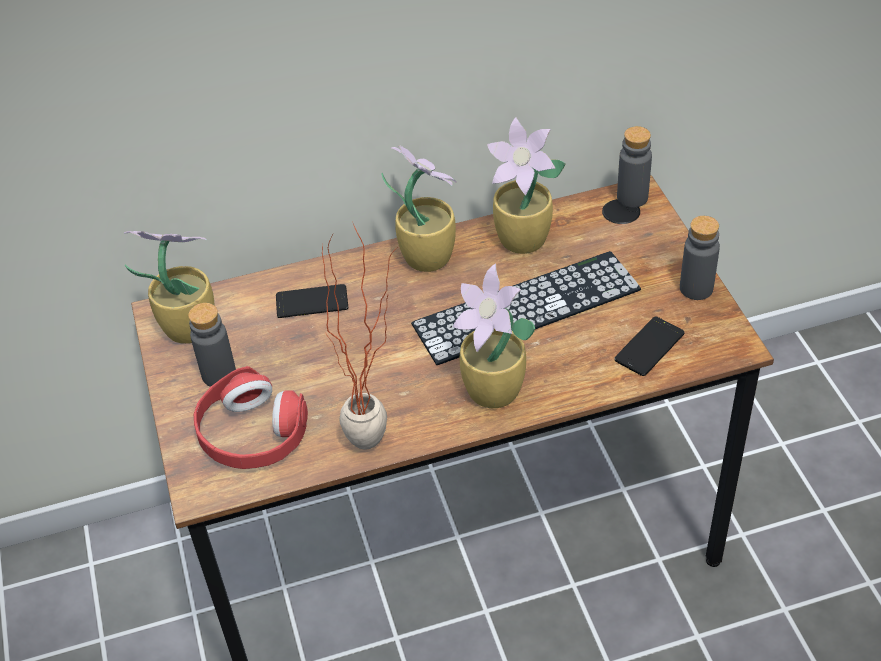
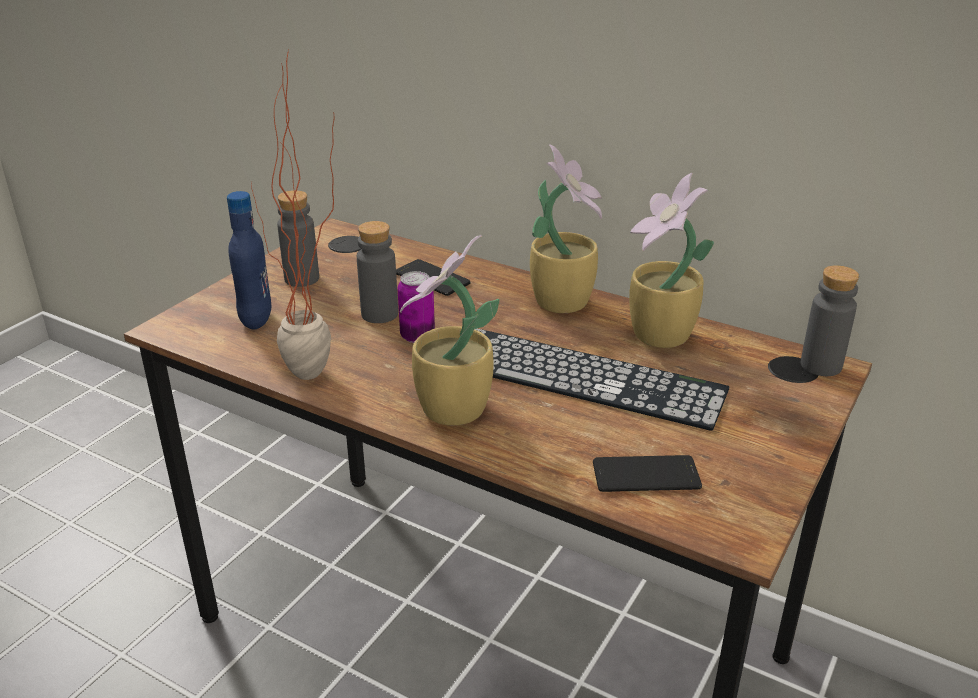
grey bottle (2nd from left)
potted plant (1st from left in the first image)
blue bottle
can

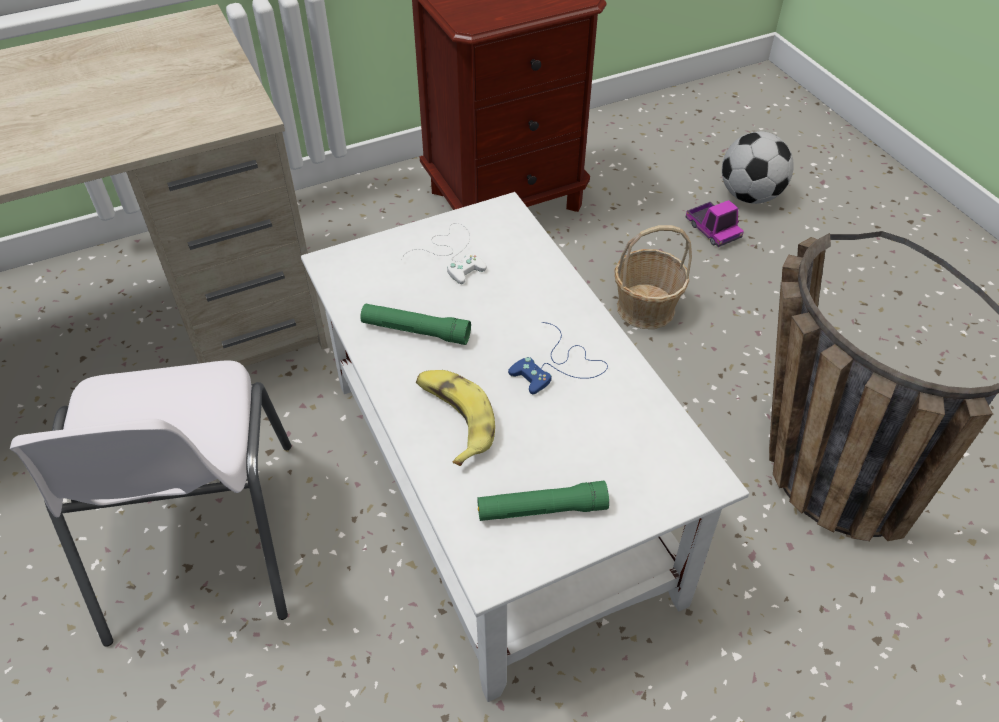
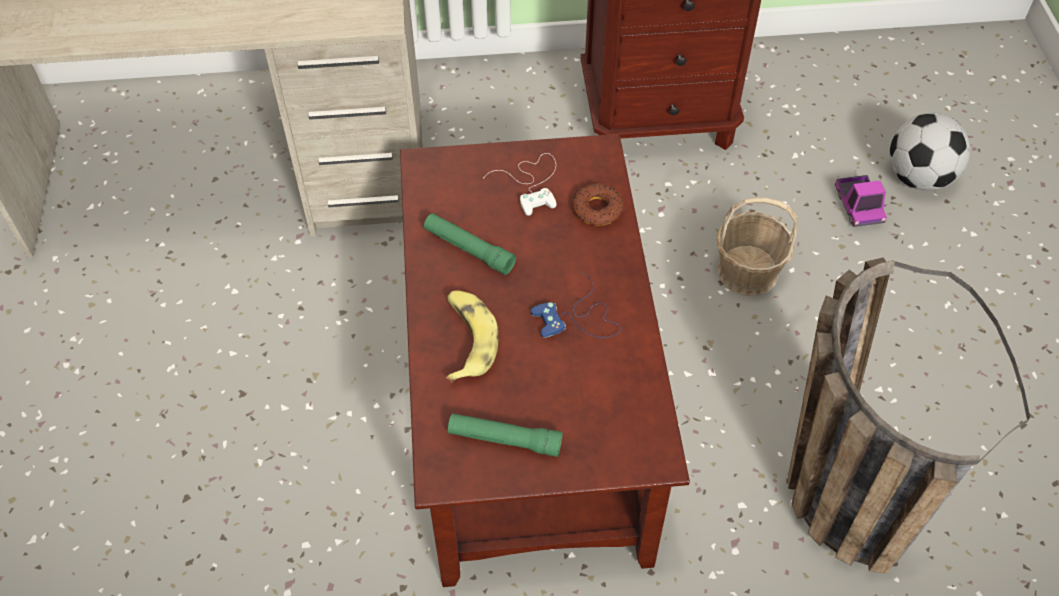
brown coffee table
white chair
donut

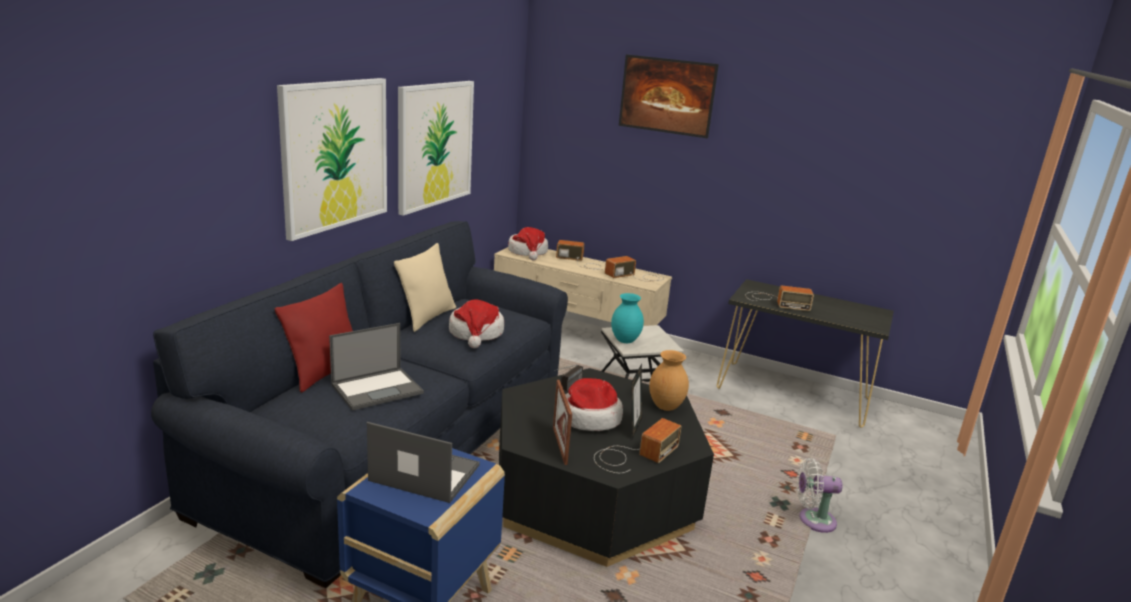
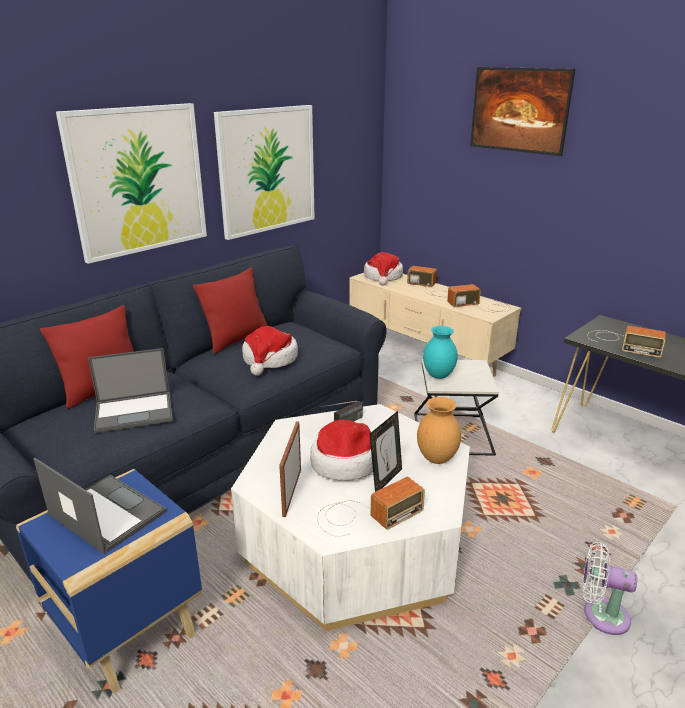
red pillow (2nd from left)
white coffee table

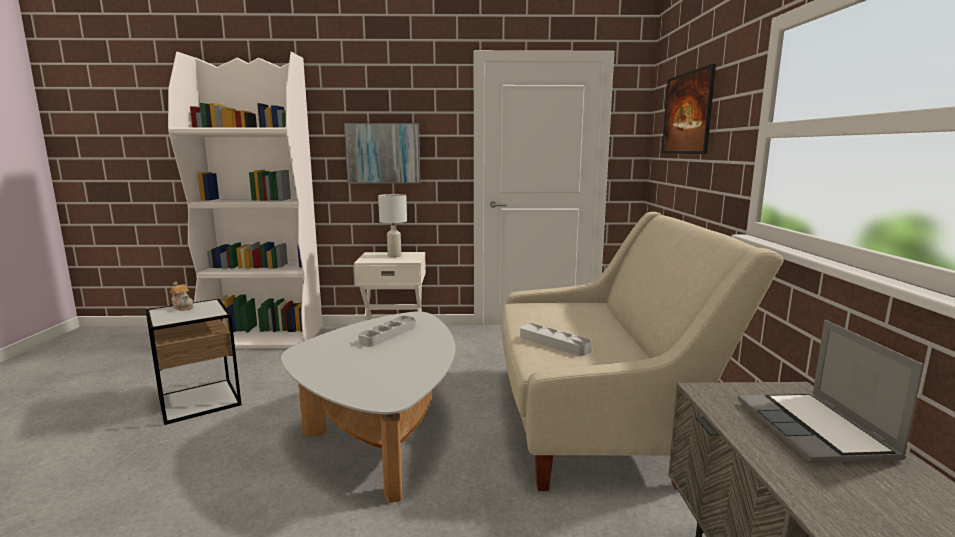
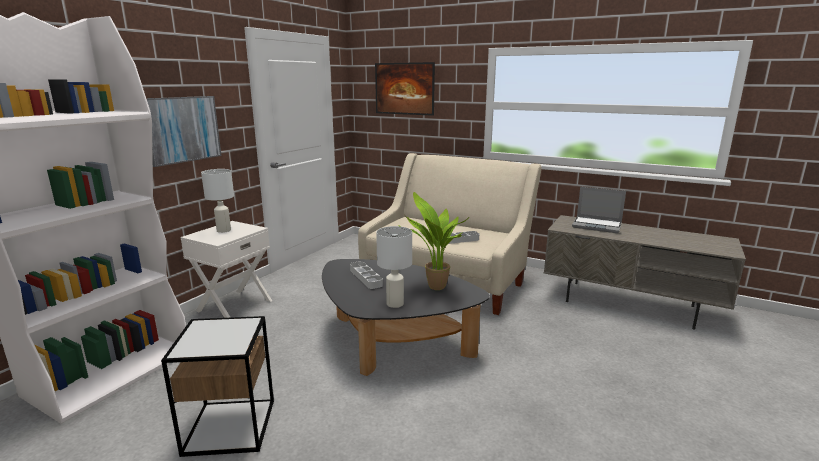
teapot
black coffee table
potted plant
white table lamp (2nd from left)

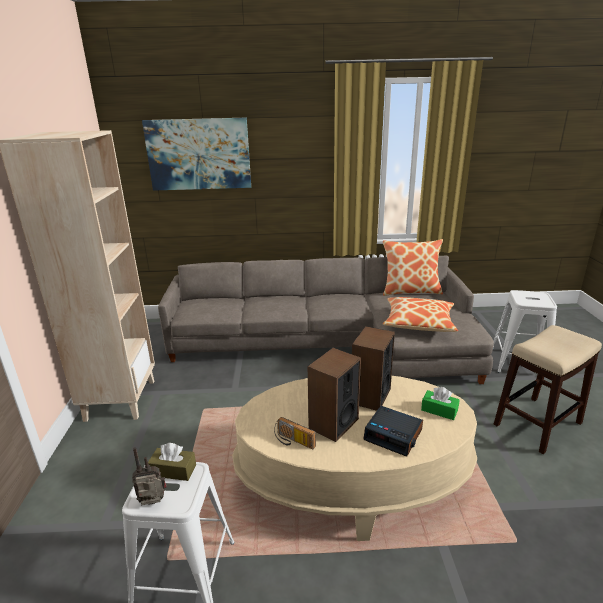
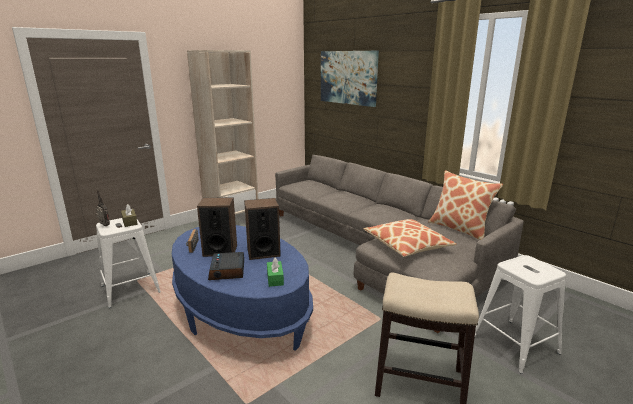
blue coffee table

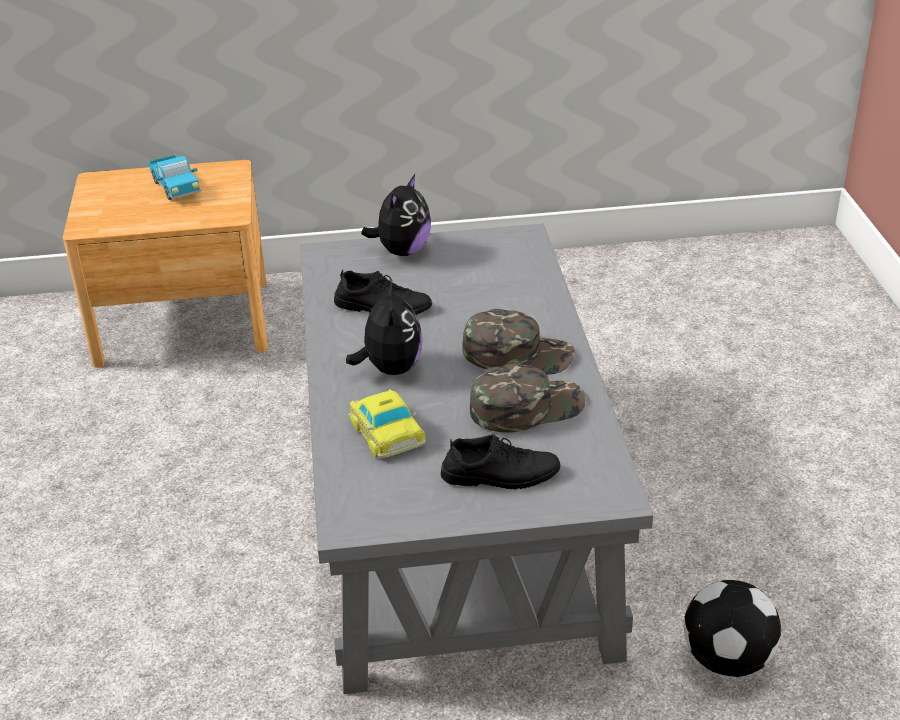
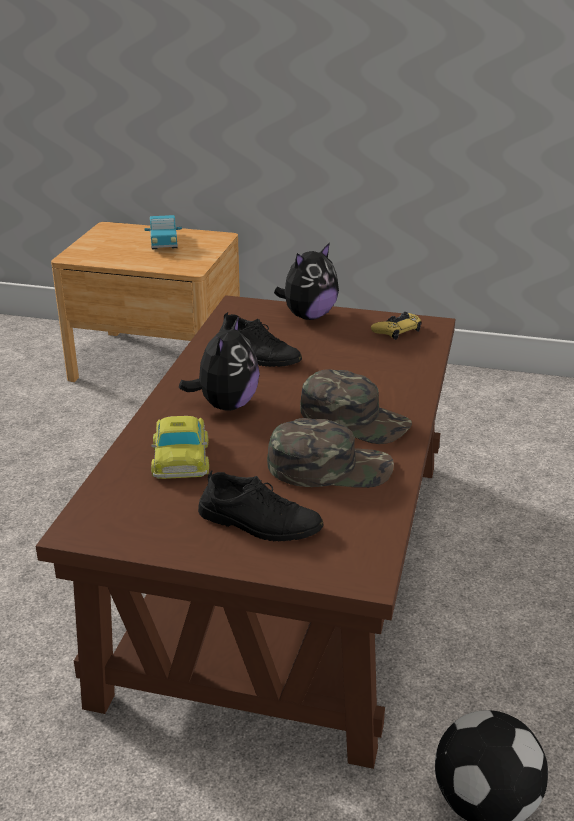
brown coffee table
yellow game controller

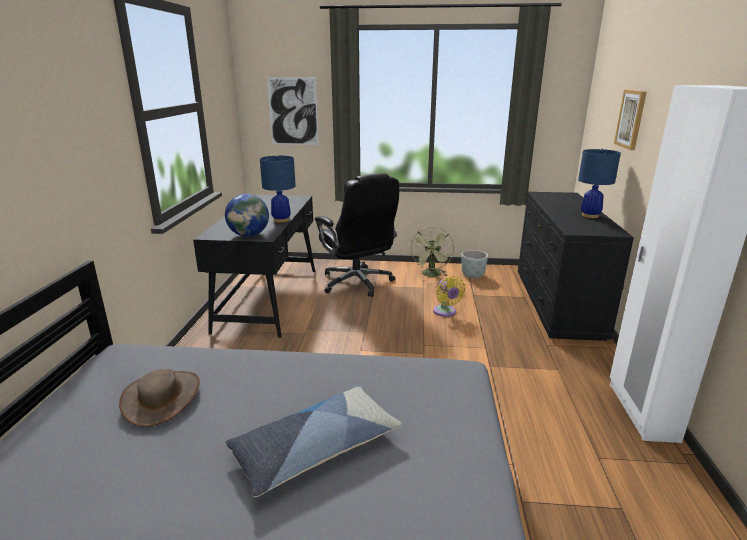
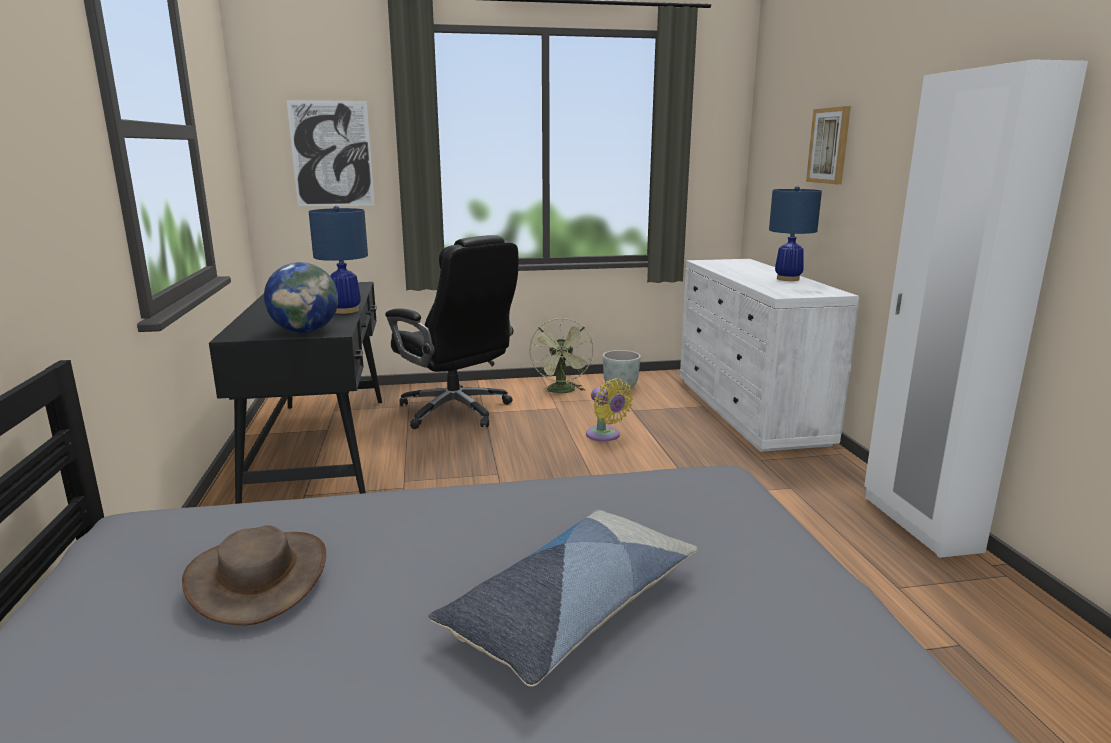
white dresser

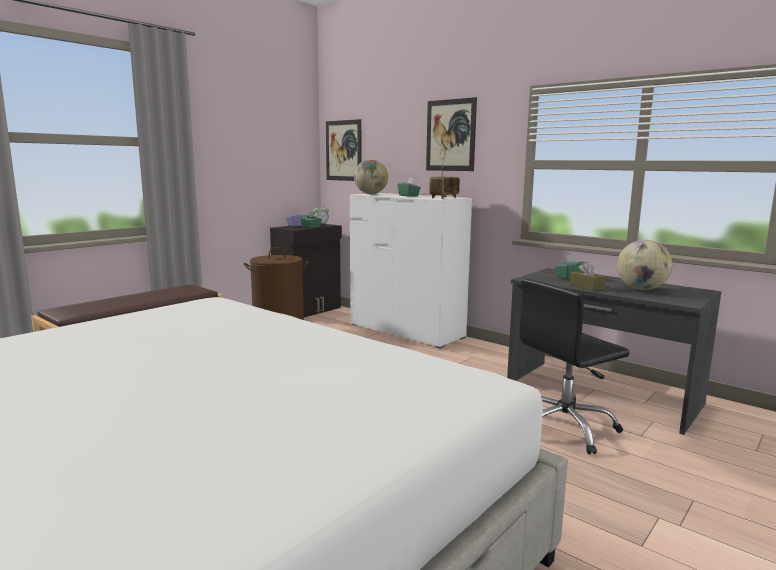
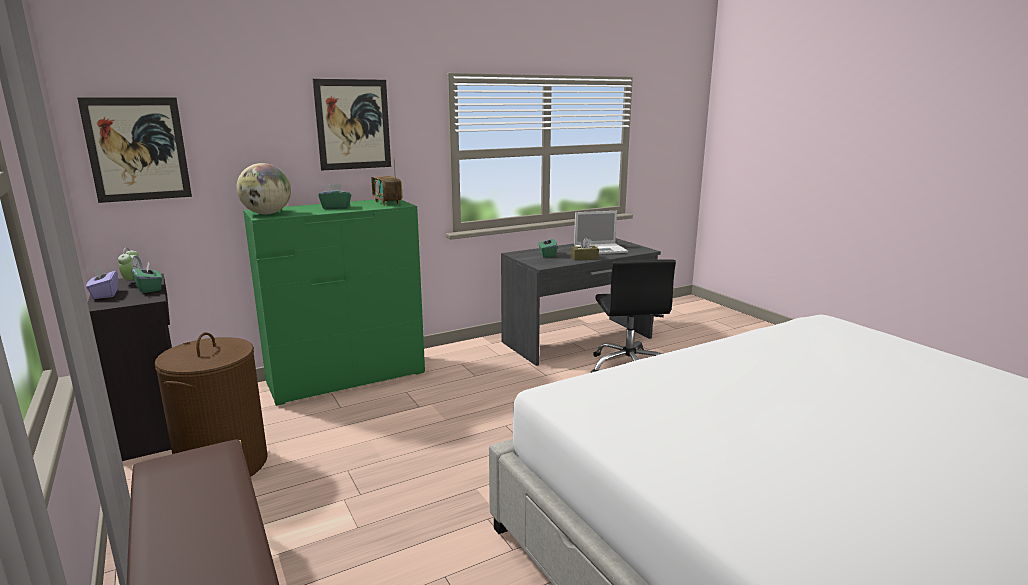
green dresser
laptop

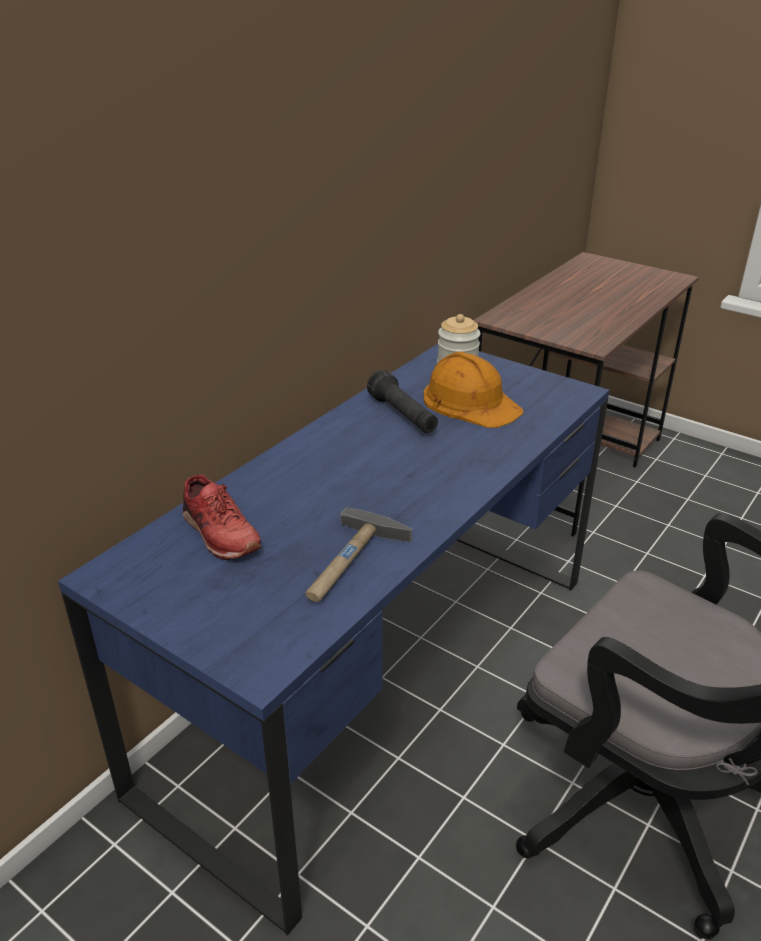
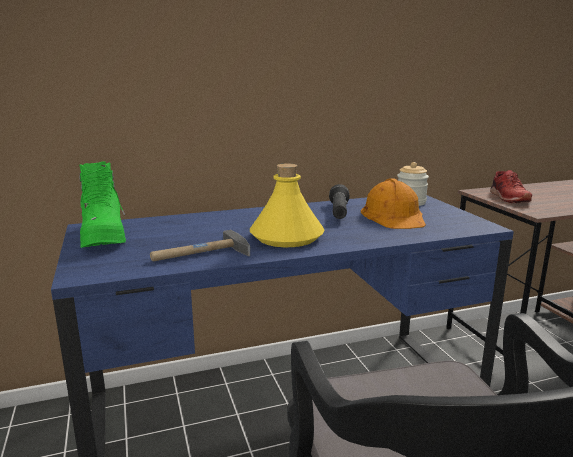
red shoe
green boot
yellow bottle

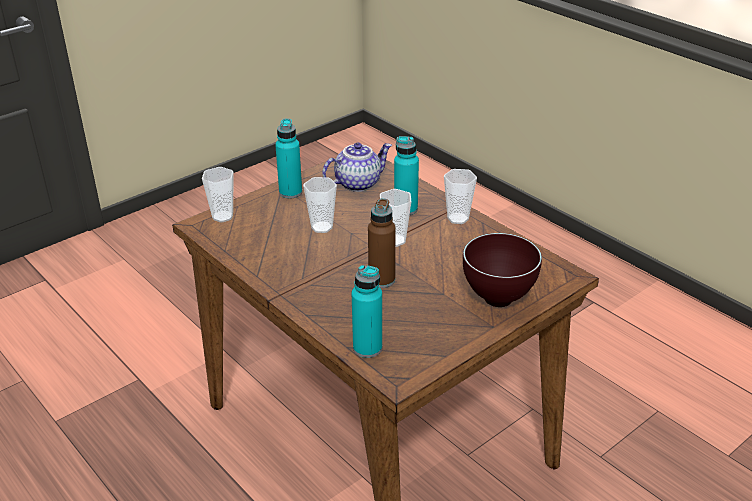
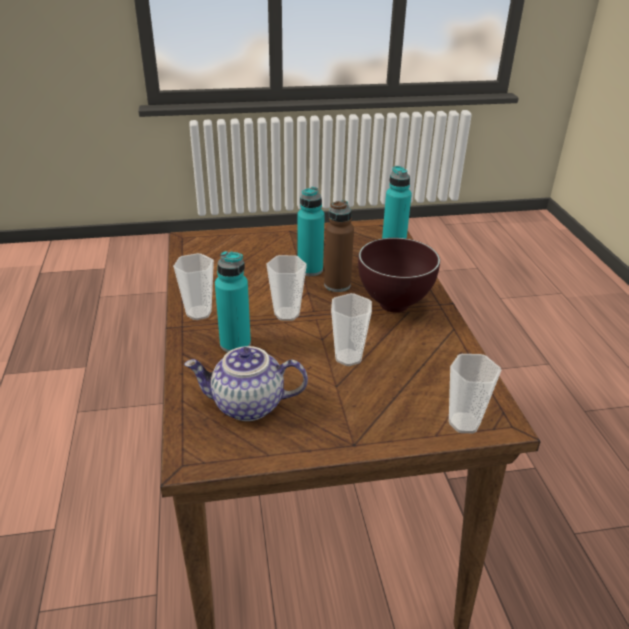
turquoise bottle (2nd from left)
brown bowl

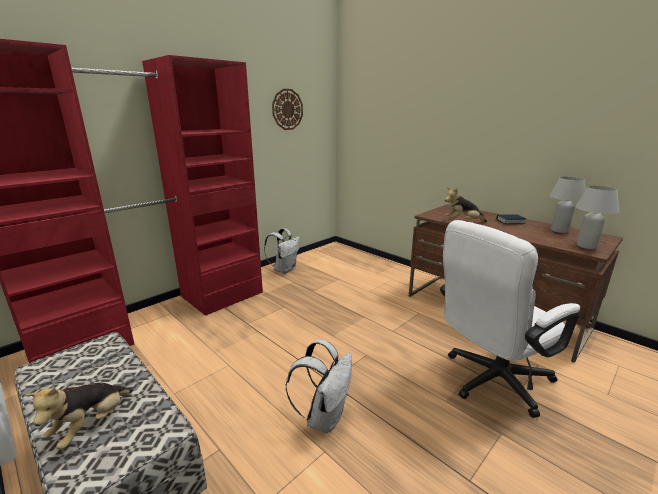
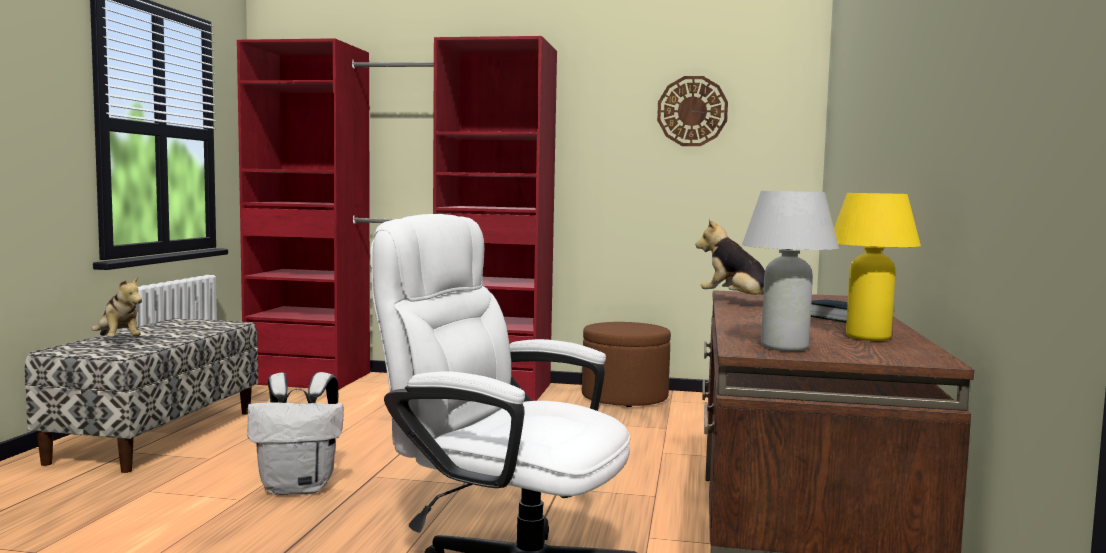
yellow table lamp
brown ottoman
plush toy (1st from left)

